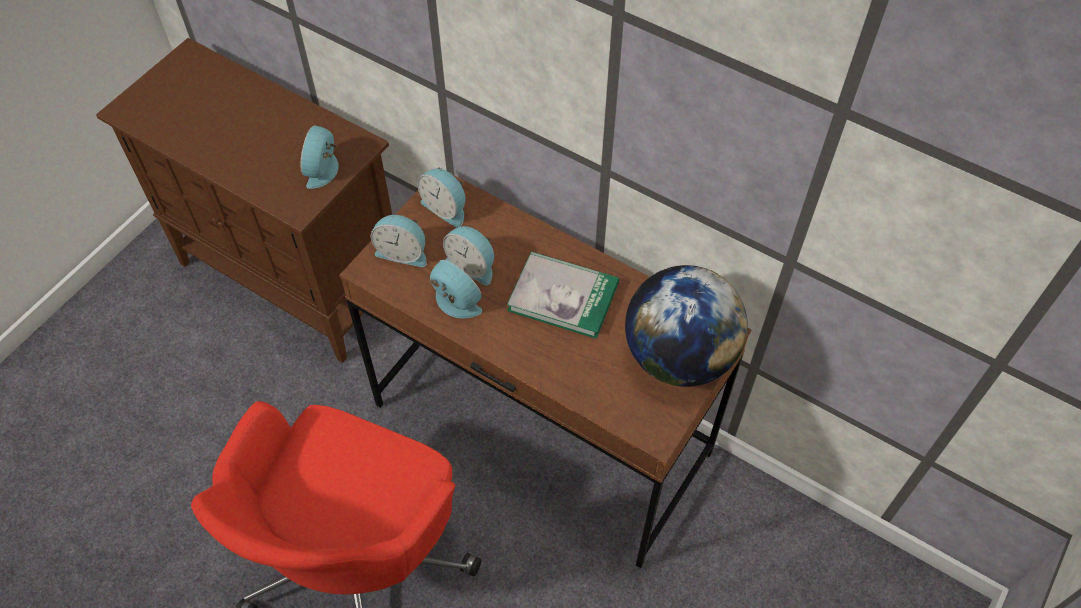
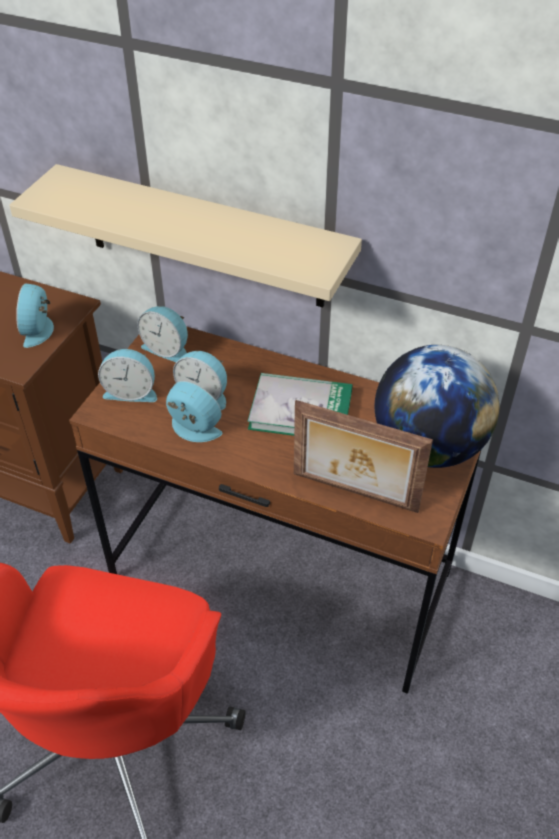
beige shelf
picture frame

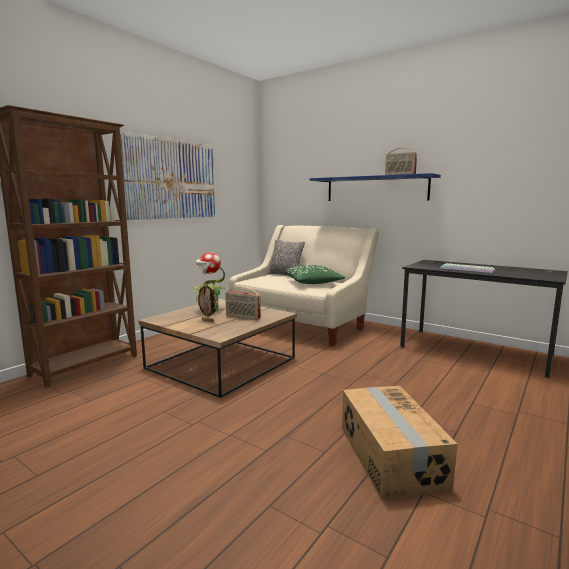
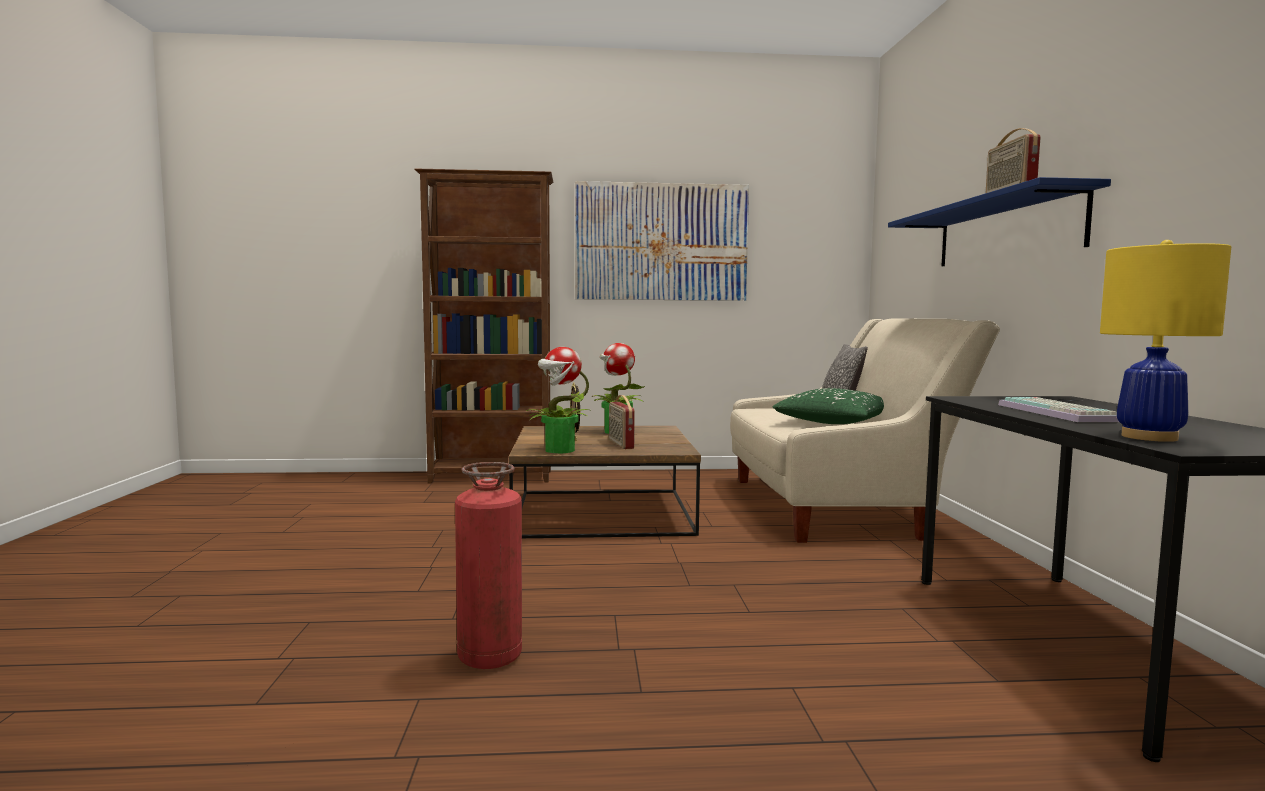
fire extinguisher
yellow table lamp
potted plant (1st from left)

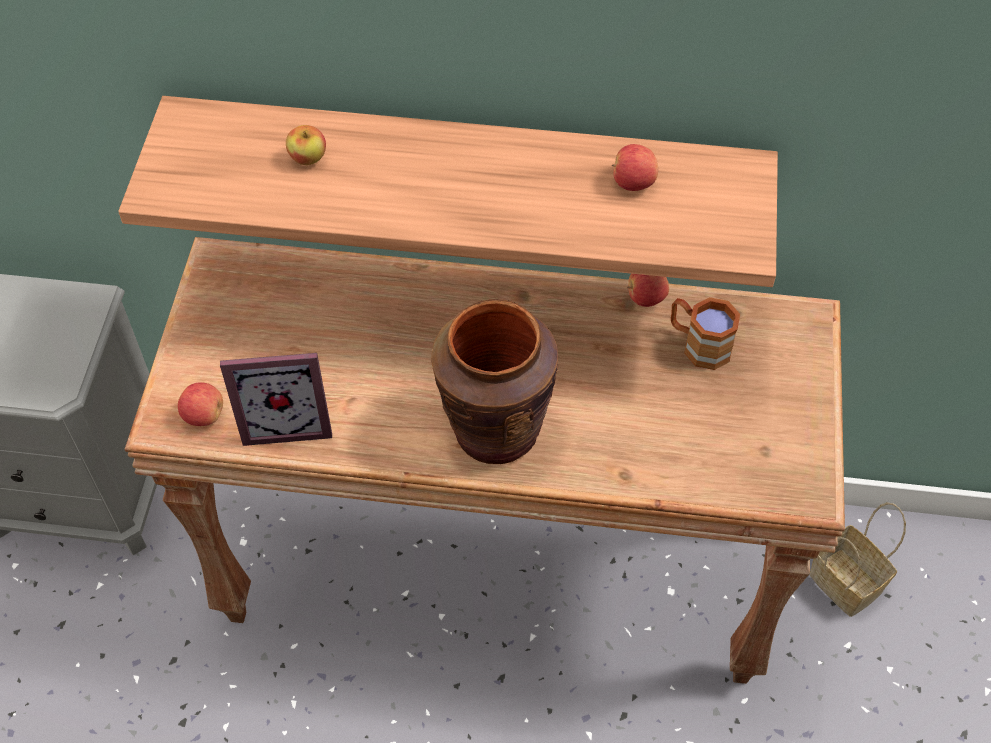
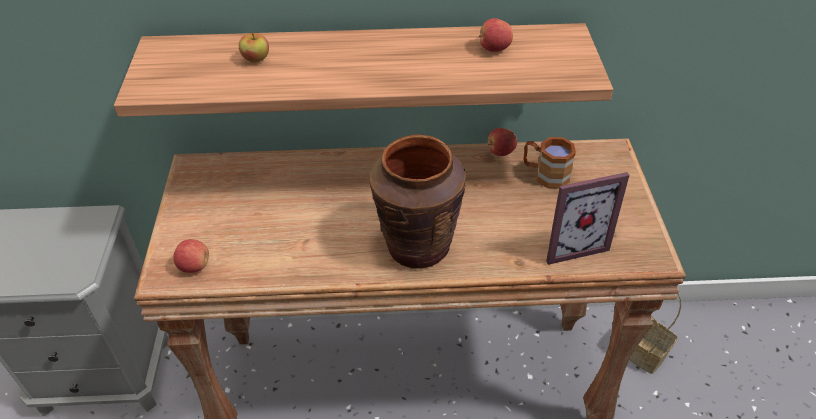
picture frame

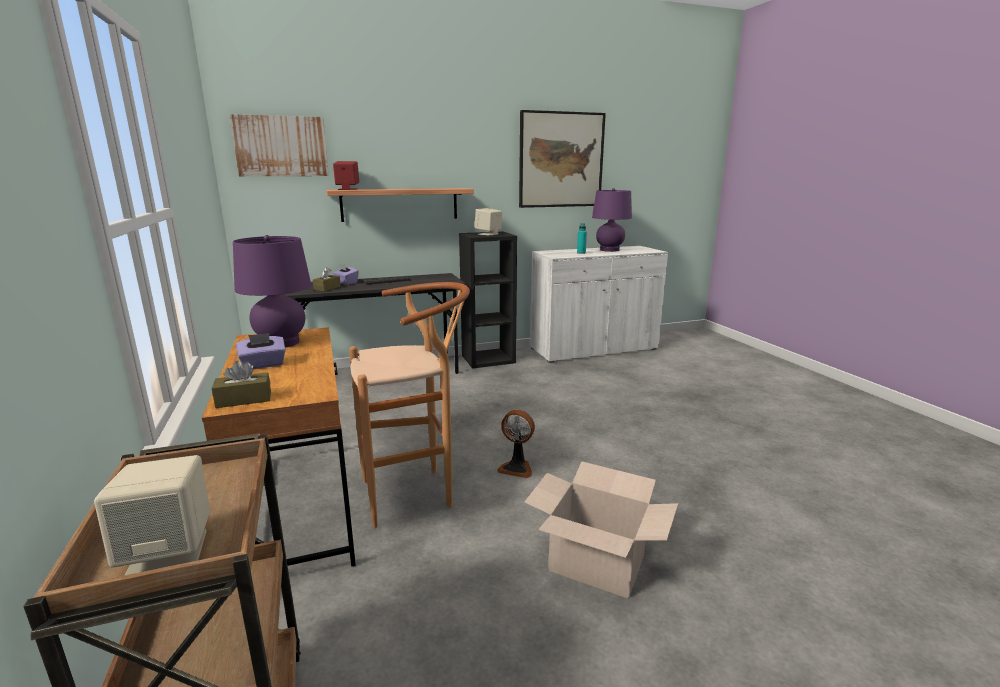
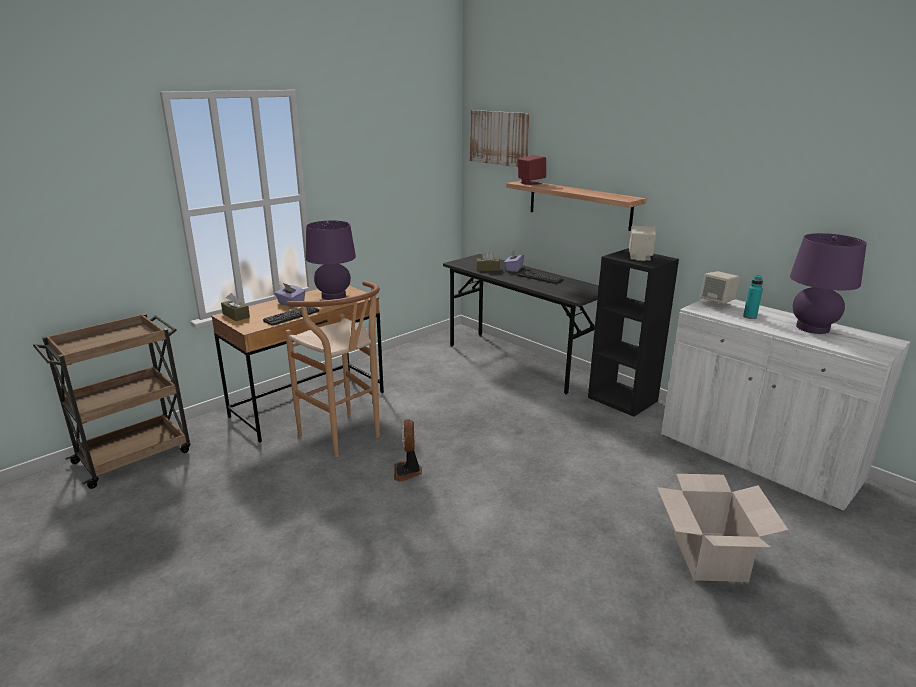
picture (2nd from left in the first image)
beige speaker (2nd from left)
cardboard box
keyboard (1st from left)

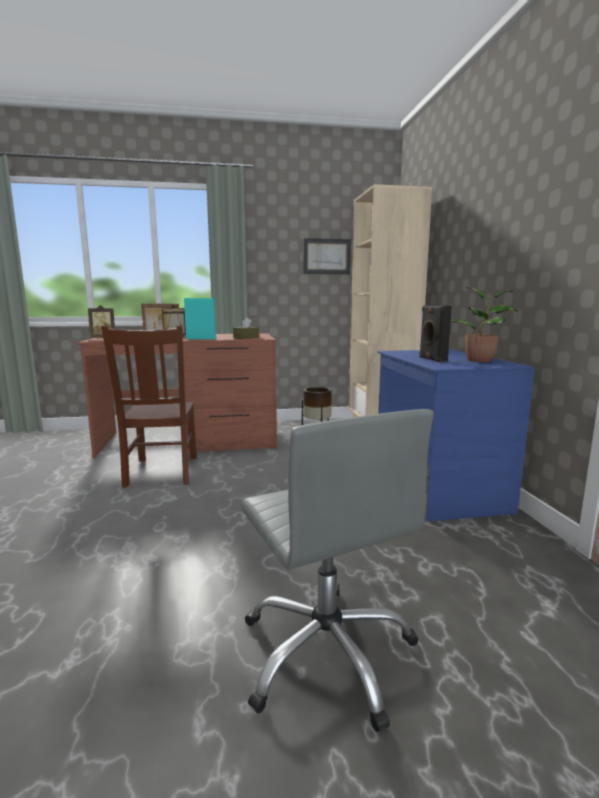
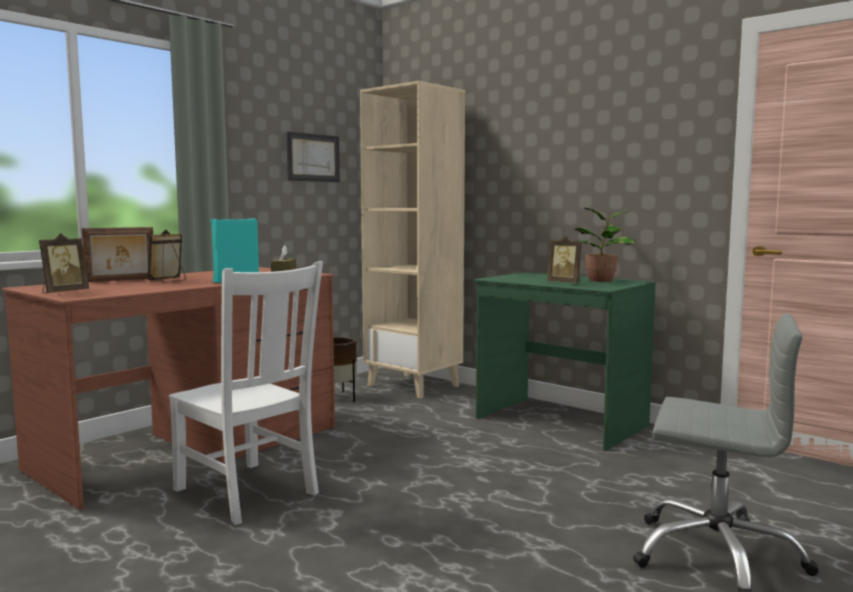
picture frame (4th from left)
white chair
green desk

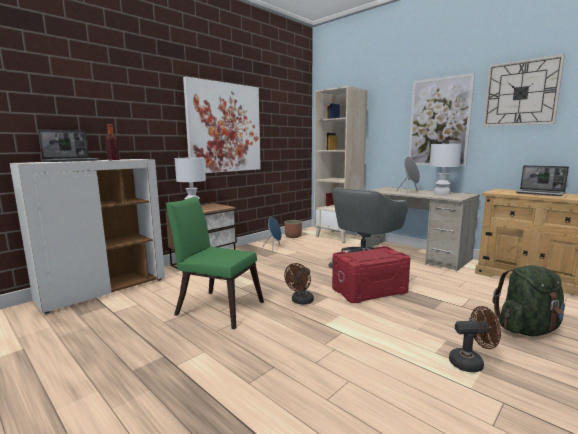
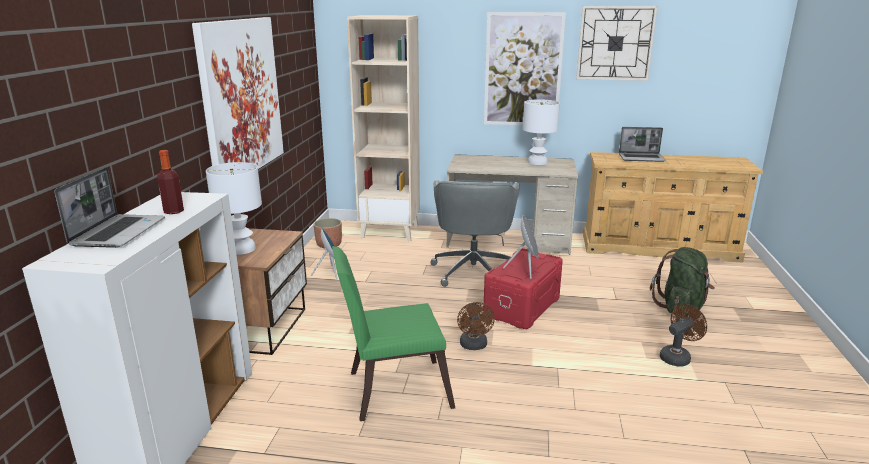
grey speaker

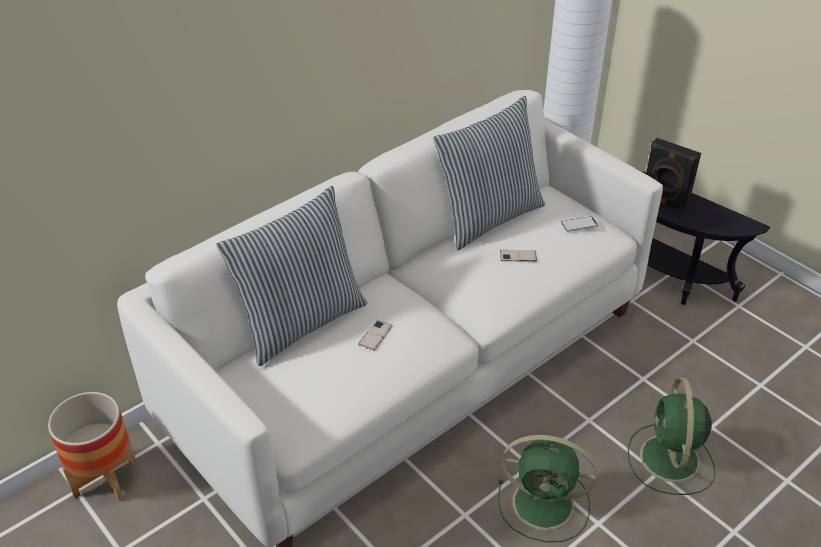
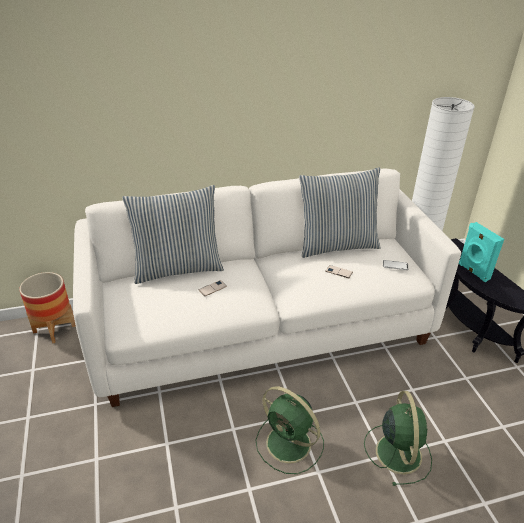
turquoise speaker
green fan (2nd from left)

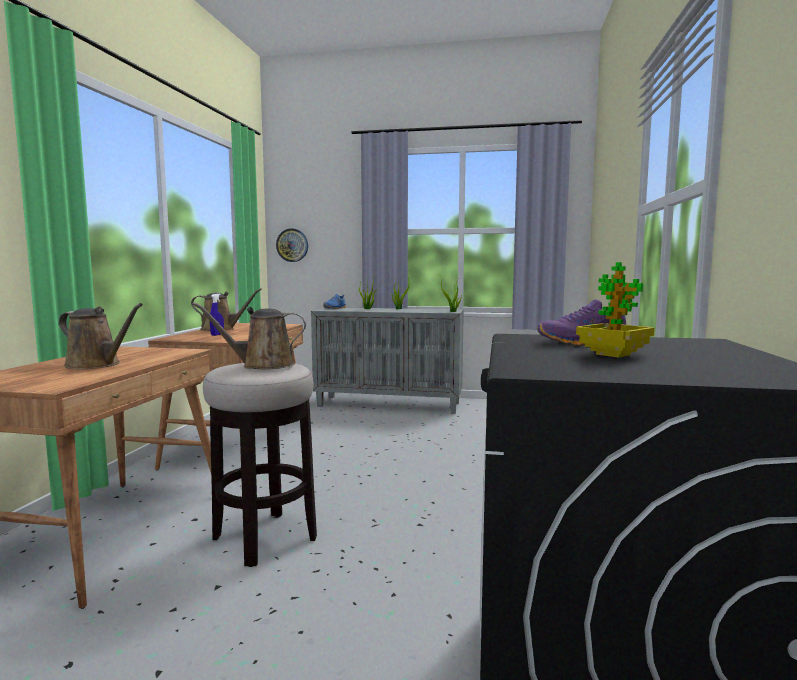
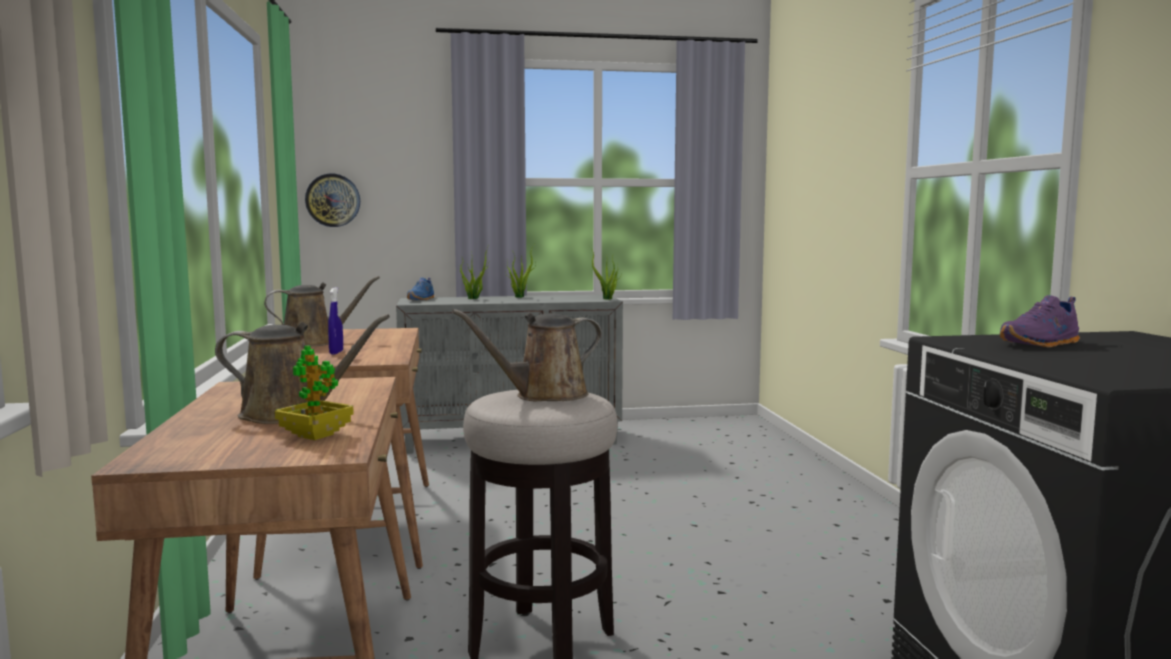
potted plant (1st from left)

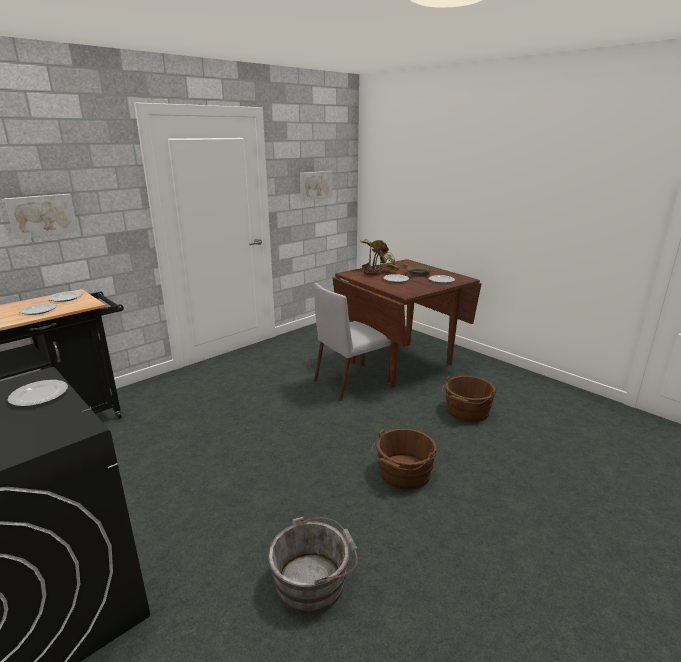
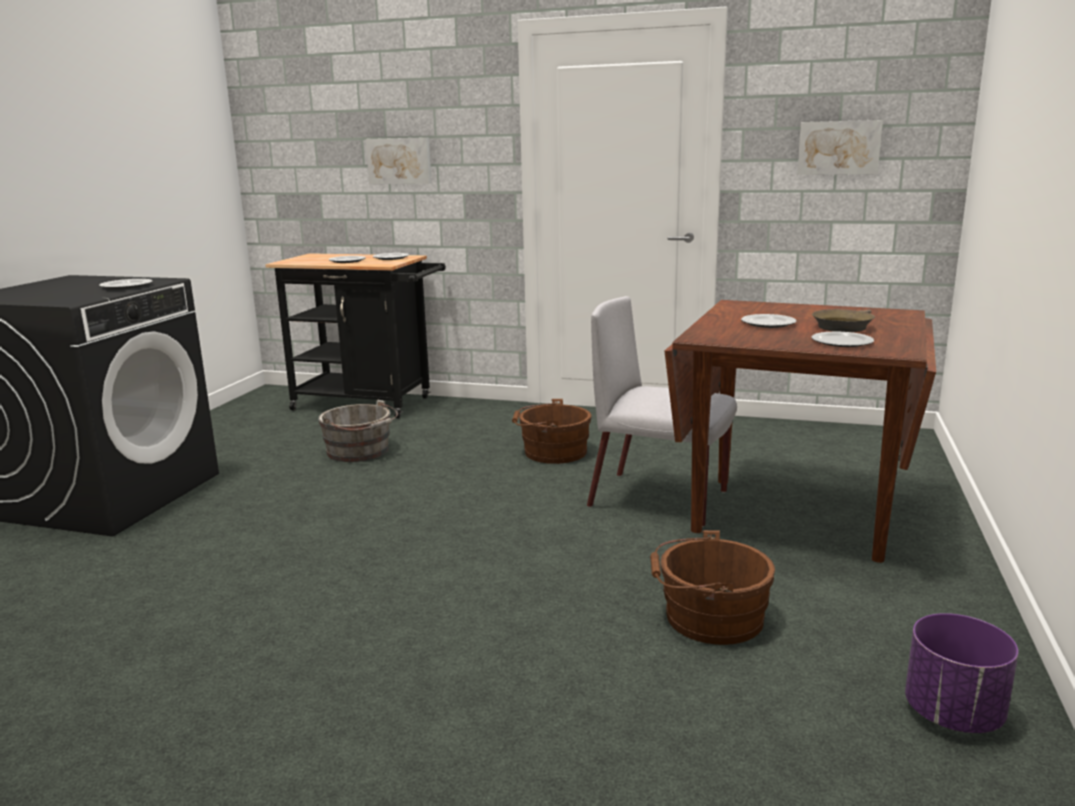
potted plant
brown bucket (1st from left)
grey bucket
purple planter

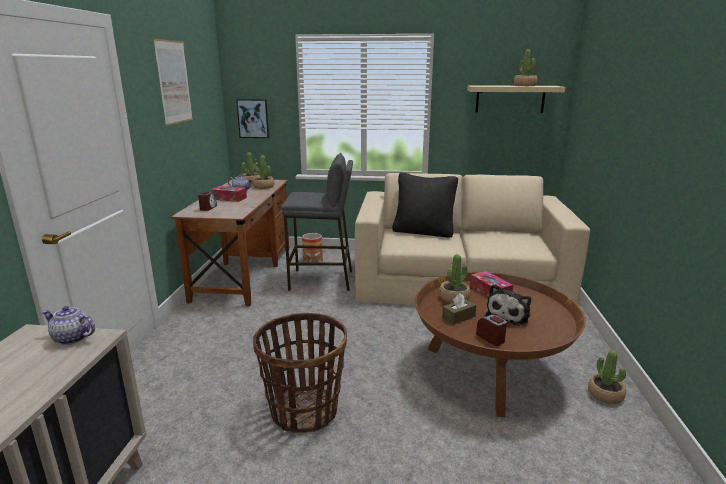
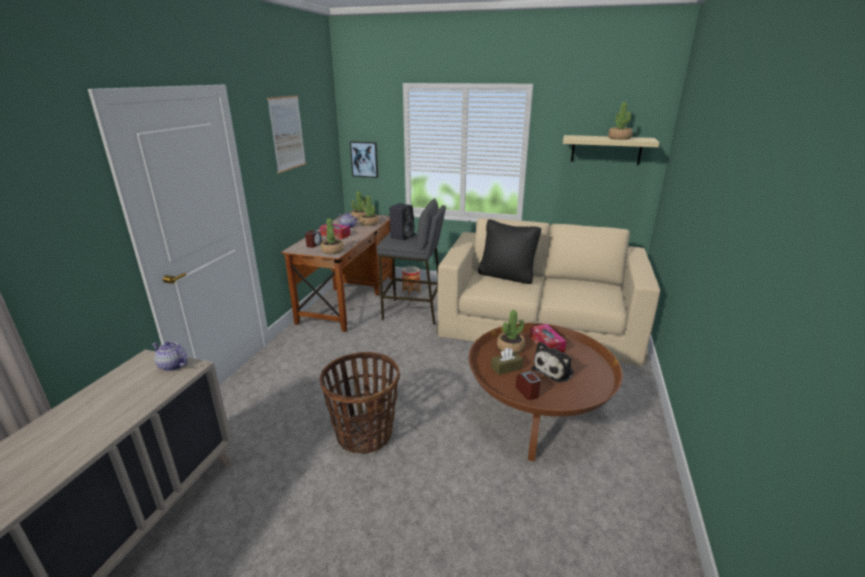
potted plant (1st from left)
black speaker

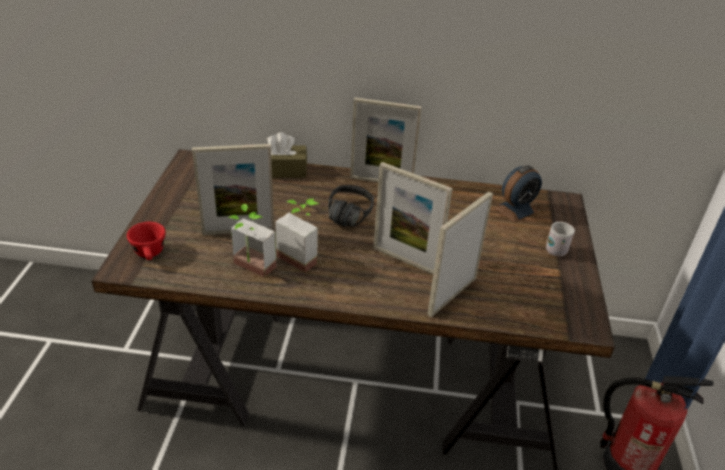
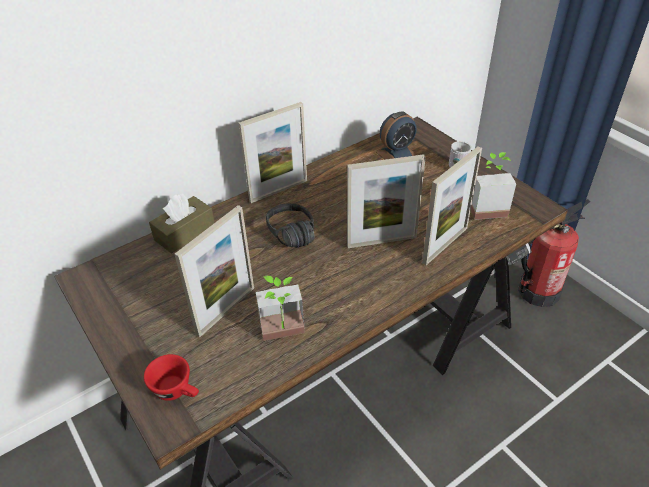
alarm clock
picture frame (4th from left)
potted plant (2nd from left)

